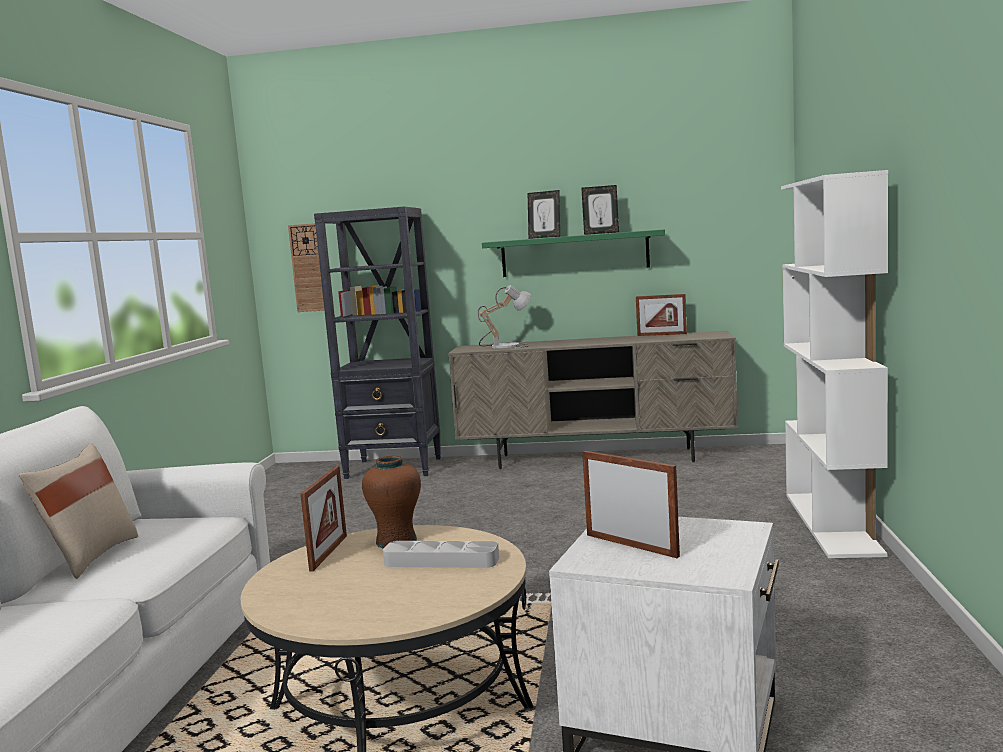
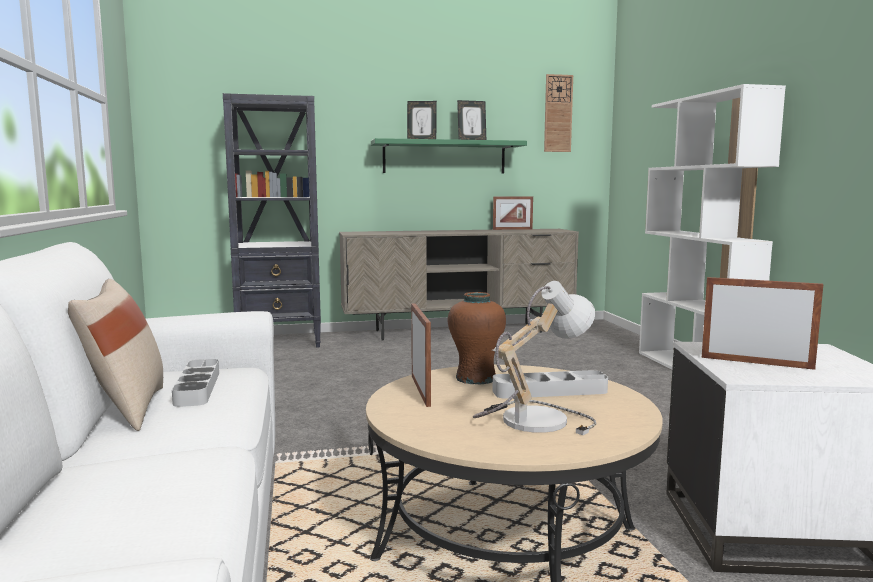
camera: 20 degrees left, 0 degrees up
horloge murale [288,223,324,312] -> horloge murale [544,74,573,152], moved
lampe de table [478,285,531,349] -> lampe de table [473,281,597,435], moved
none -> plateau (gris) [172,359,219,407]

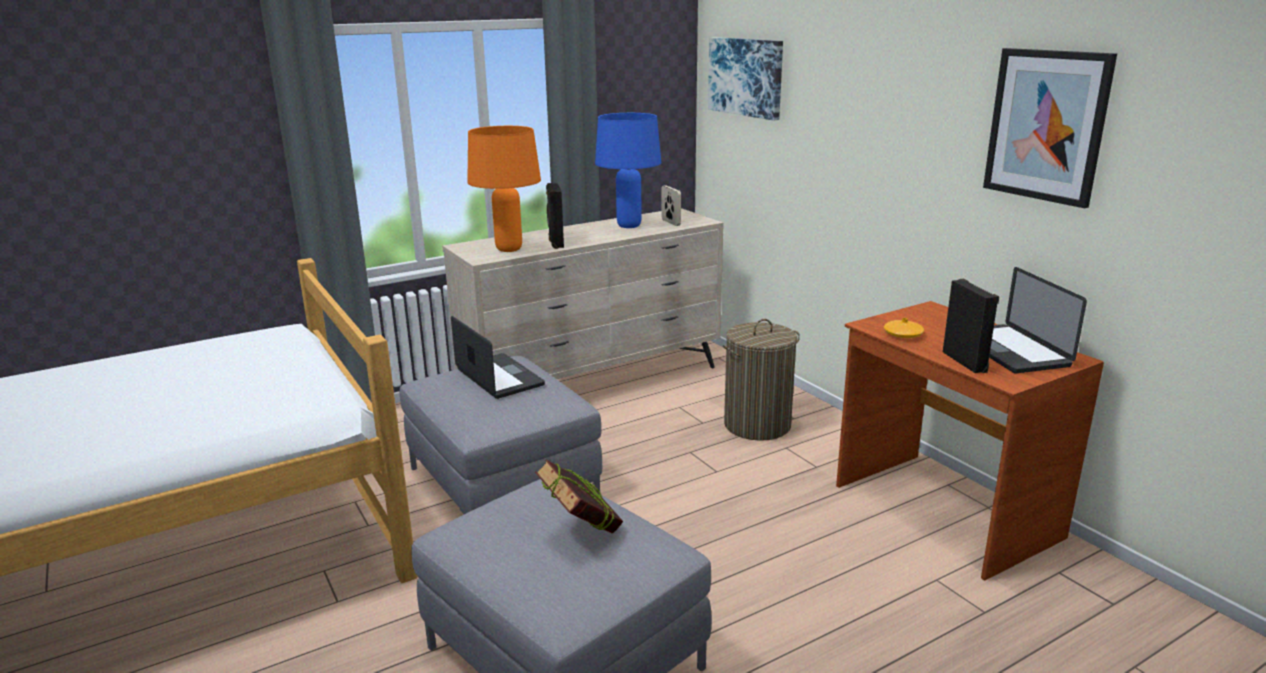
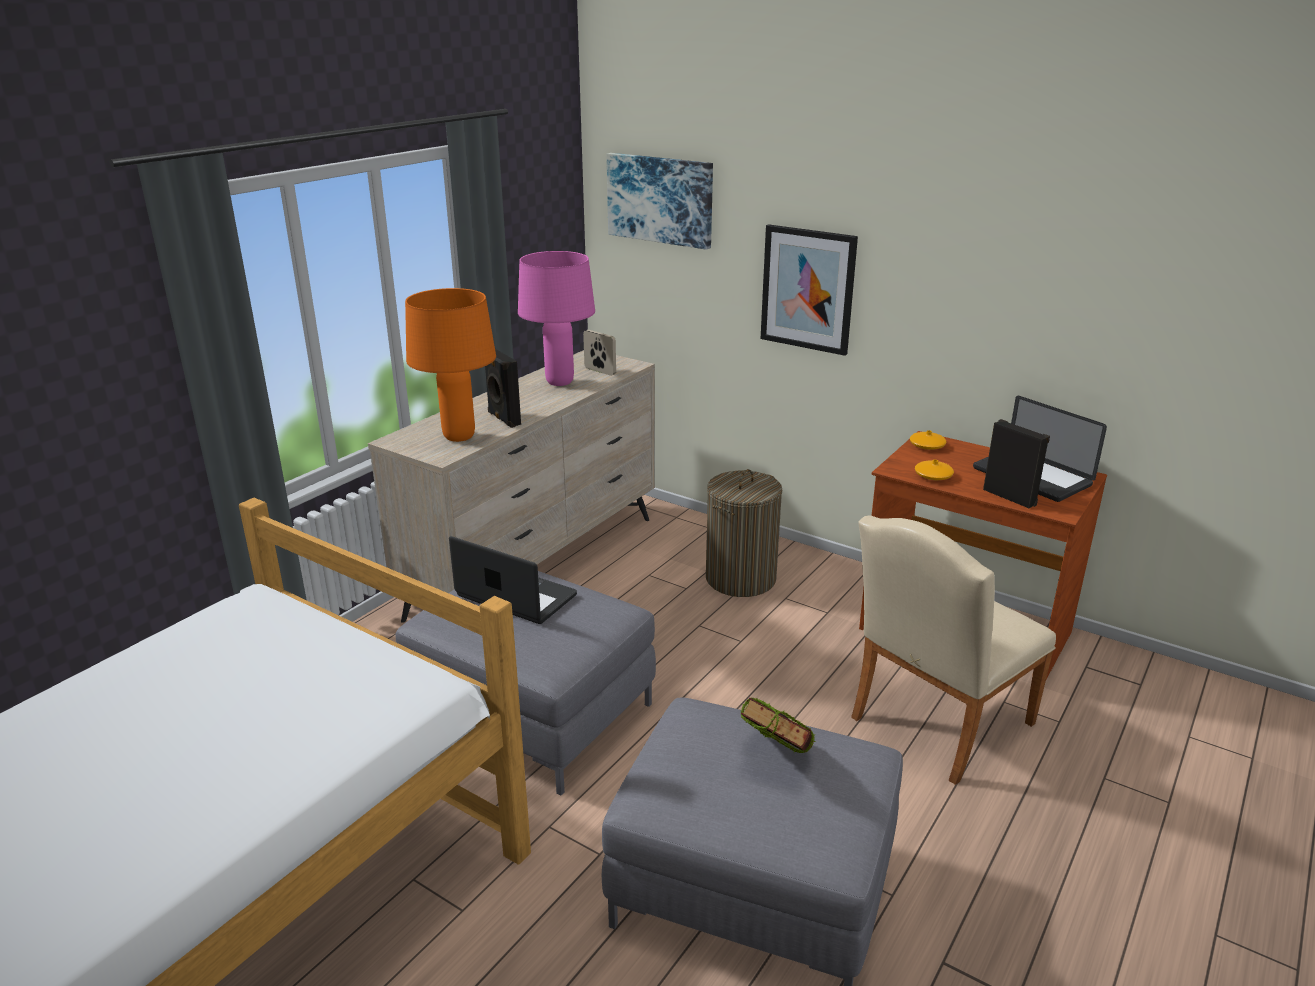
camera: 25 degrees left, 5 degrees up
tableau [983,48,1117,208] -> tableau [760,224,858,356], moved
lampe de table (bleu) [595,113,661,228] -> lampe de table (rose) [518,251,595,386]
none -> vase (orange) [910,430,946,450]
none -> chaise (beige) [851,515,1056,785]

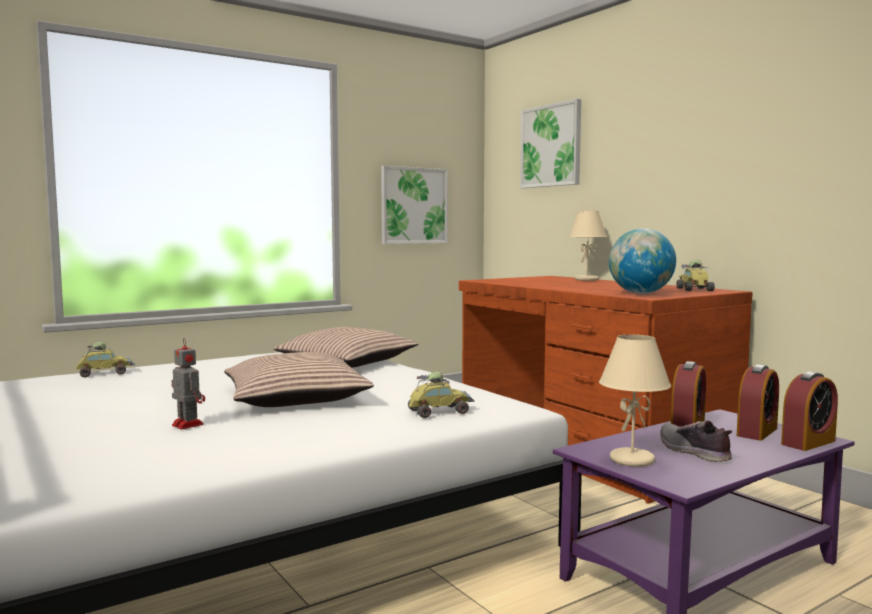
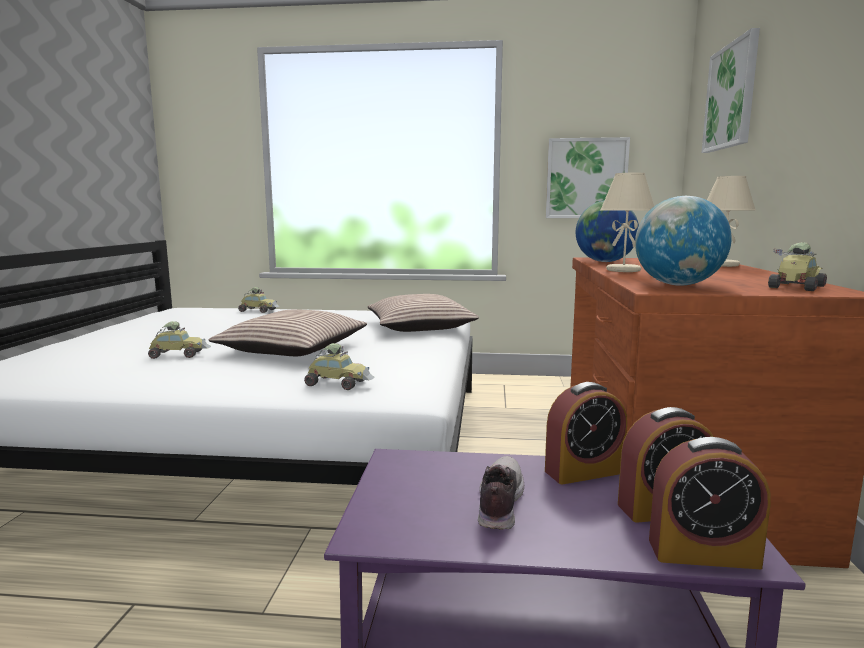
camera: 40 degrees right, 5 degrees up
lampe de table (beige) [599,335,671,467] -> lampe de table (beige) [600,173,654,272], moved
robot jouet [171,338,205,430] -> petite voiture [148,321,211,359]
none -> globe [576,201,639,262]

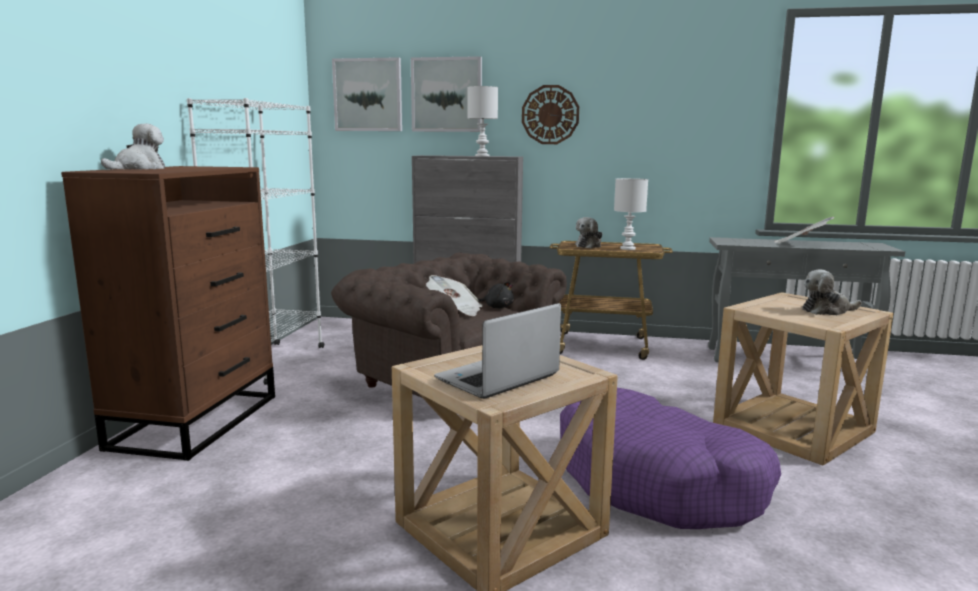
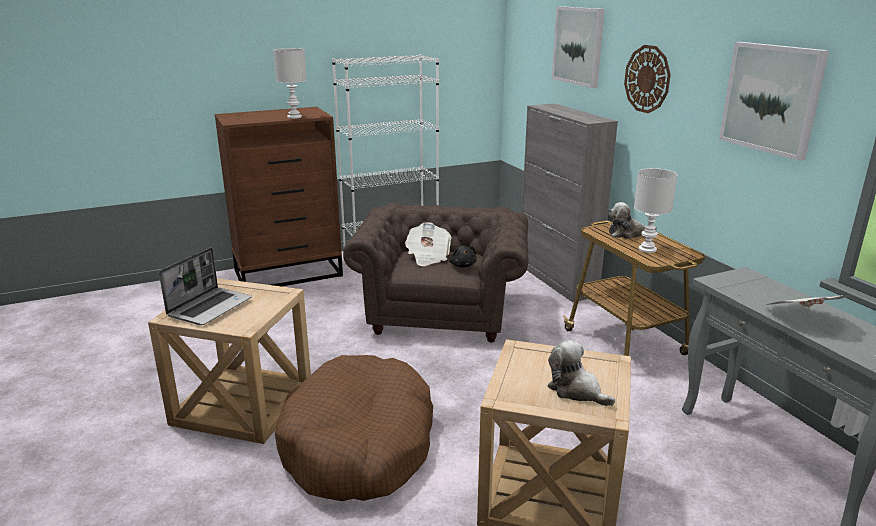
camera: 55 degrees right, 10 degrees up
tableau [332,57,402,131] -> tableau [719,42,829,161], moved
lampe de table (blanc) [467,86,498,156] -> lampe de table (blanc) [273,48,307,119], moved
peluche [101,124,165,170] -> none
ordinateur portable [434,303,561,399] -> ordinateur portable [159,247,252,325], 105 degrees clockwise
panier pour chien (violet) [560,388,781,529] -> panier pour chien (marron) [275,355,433,501]

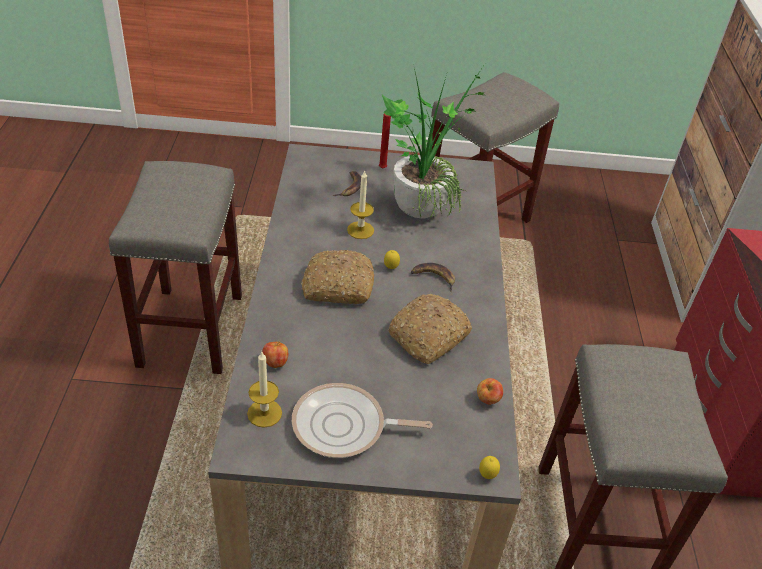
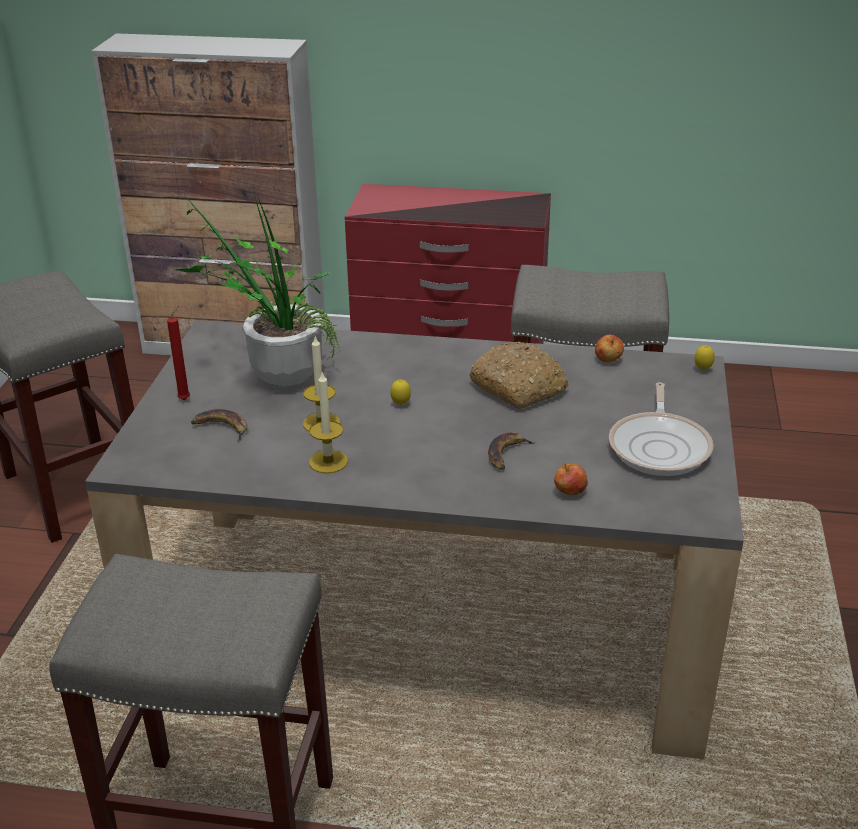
camera: 80 degrees left, 10 degrees down
pain [301,250,374,304] -> none
banane [411,263,455,292] -> banane [488,432,536,470], moved
bougie [247,352,282,428] -> bougie [309,372,348,473], moved

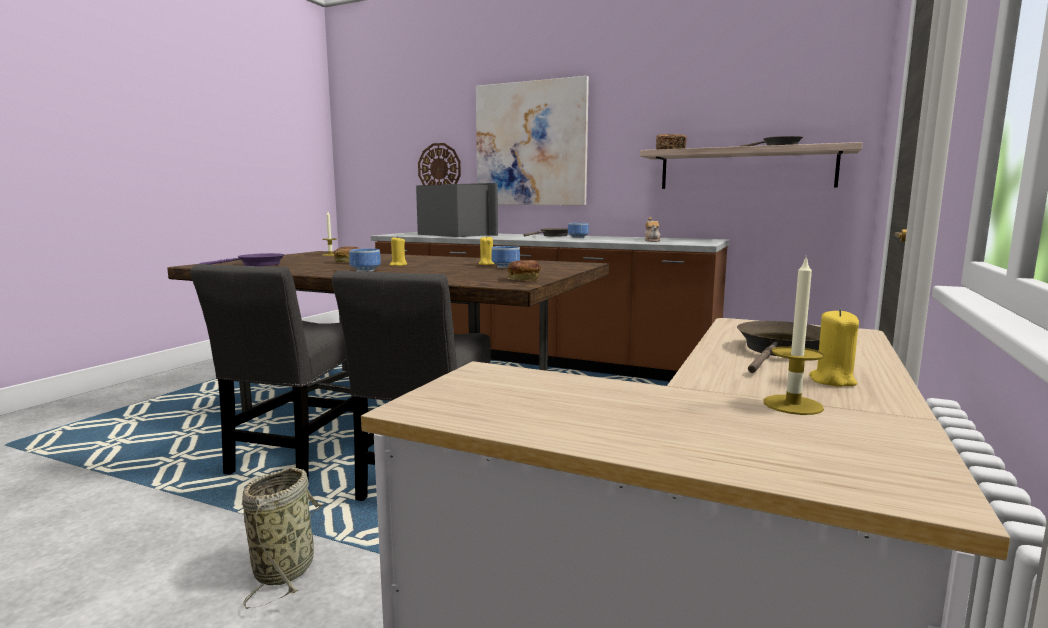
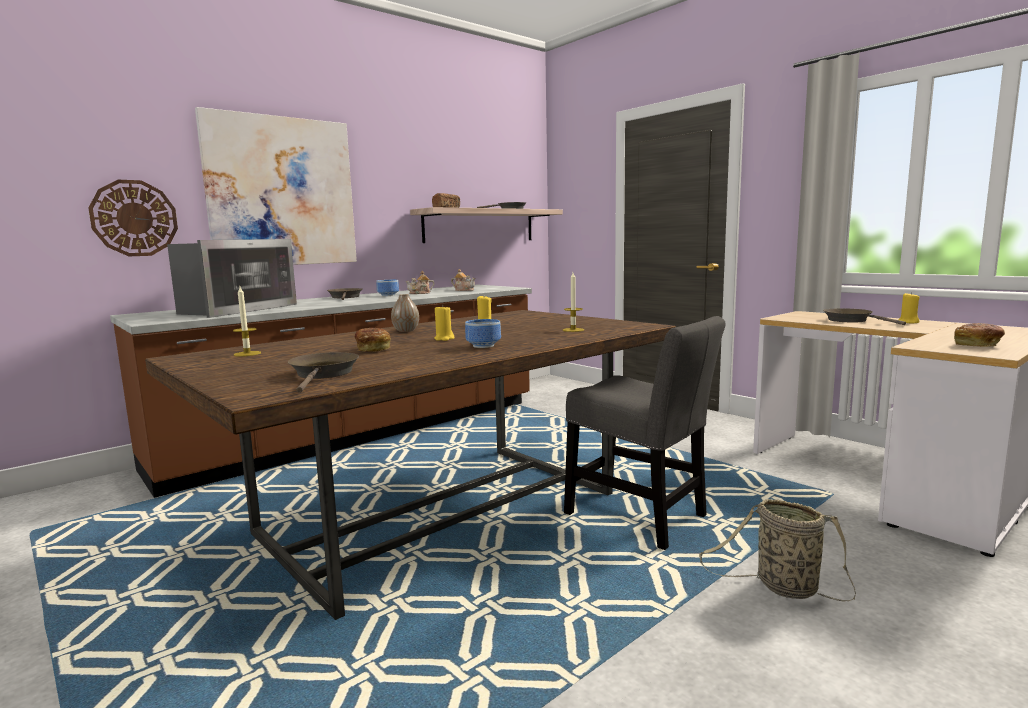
camera: 65 degrees left, 0 degrees up
micro-ondes [416,183,498,237] -> micro-ondes [167,239,297,318], 135 degrees clockwise
bol [492,246,520,268] -> none
poêle (violet) [200,253,284,266] -> poêle (marron) [288,352,359,393]
bougie [764,255,824,415] -> bougie [563,272,584,332], moved
pain [507,260,541,281] -> pain [954,323,1005,347], moved
chaise (gris) [190,264,353,477] -> none
none -> théière [405,271,434,294]
none -> vase [391,294,419,332]

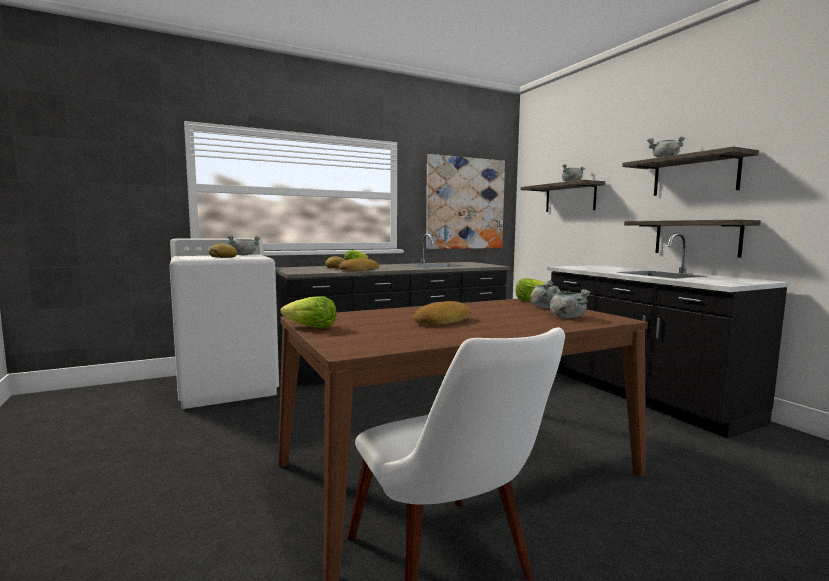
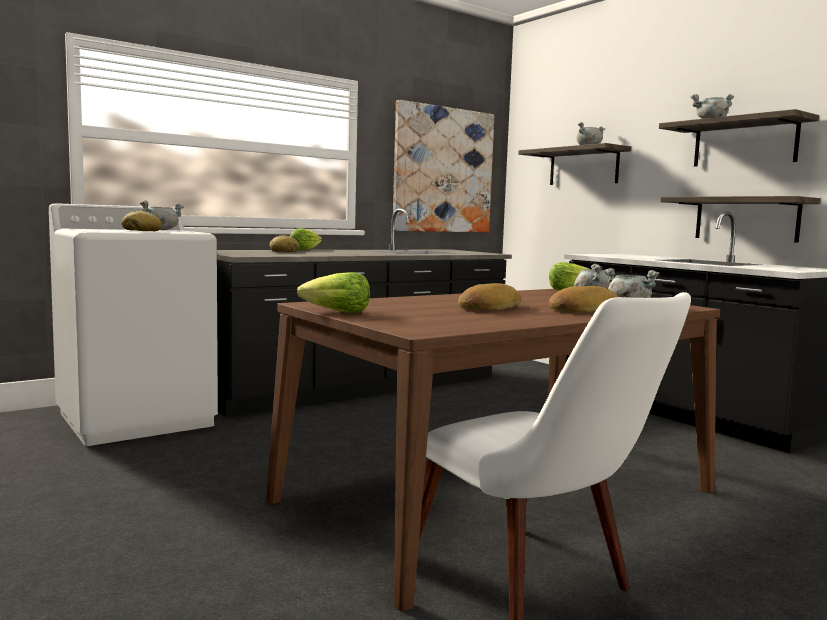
camera: 10 degrees left, 0 degrees up
pain [339,259,379,271] -> pain [549,286,618,312], moved

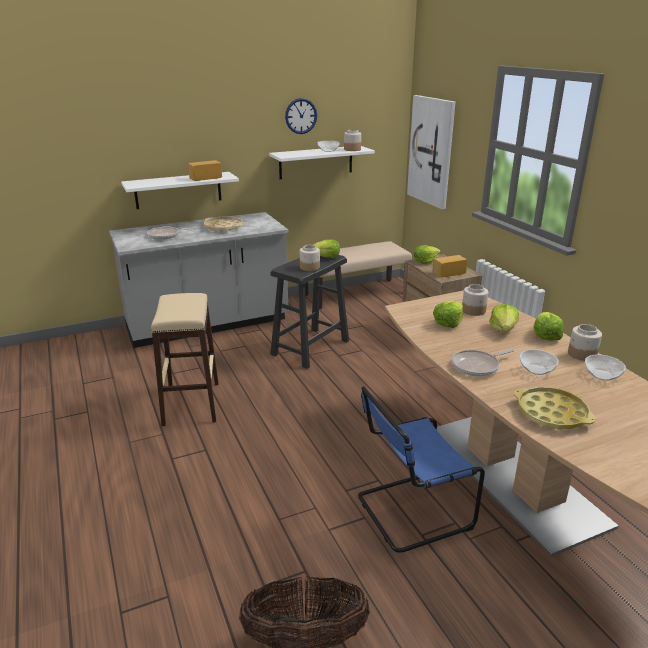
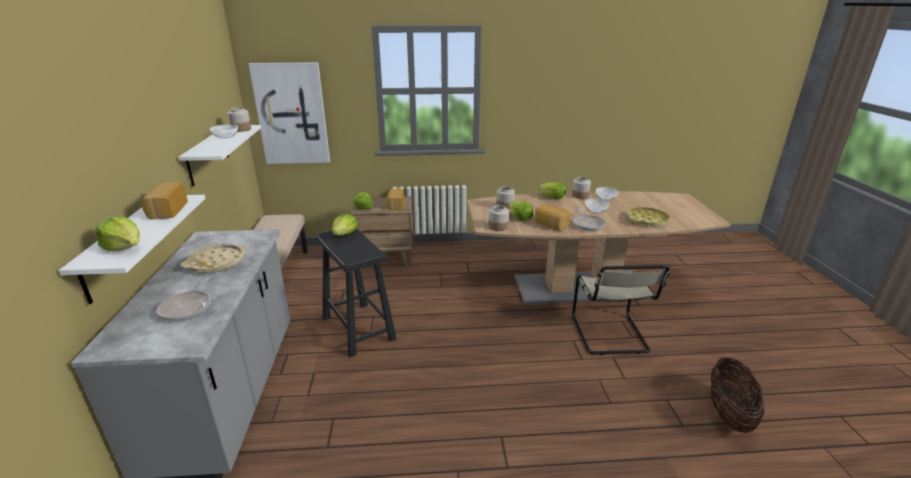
camera: 70 degrees left, 0 degrees up
horloge murale [285,98,317,134] -> none
bocal [300,245,320,271] -> bocal [489,205,509,231], moved
tabouret (beige) [151,293,218,426] -> none
laitue [489,304,519,332] -> laitue [95,216,140,251], moved
chaise (bleu) [358,386,485,553] -> chaise (beige) [572,265,670,355]
none -> pain [535,204,571,231]

